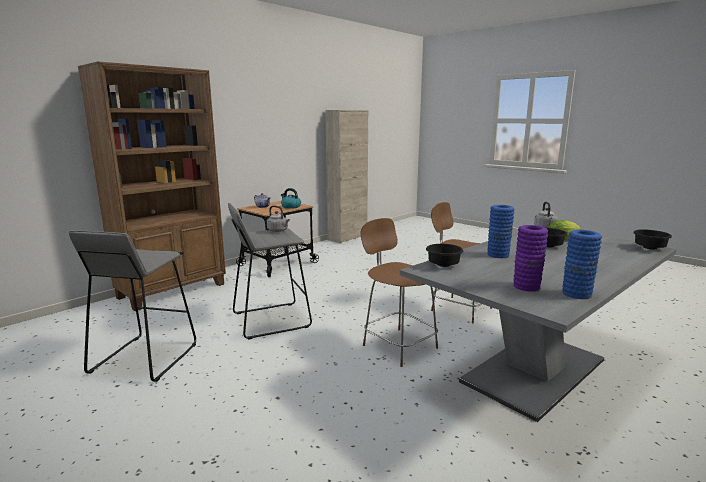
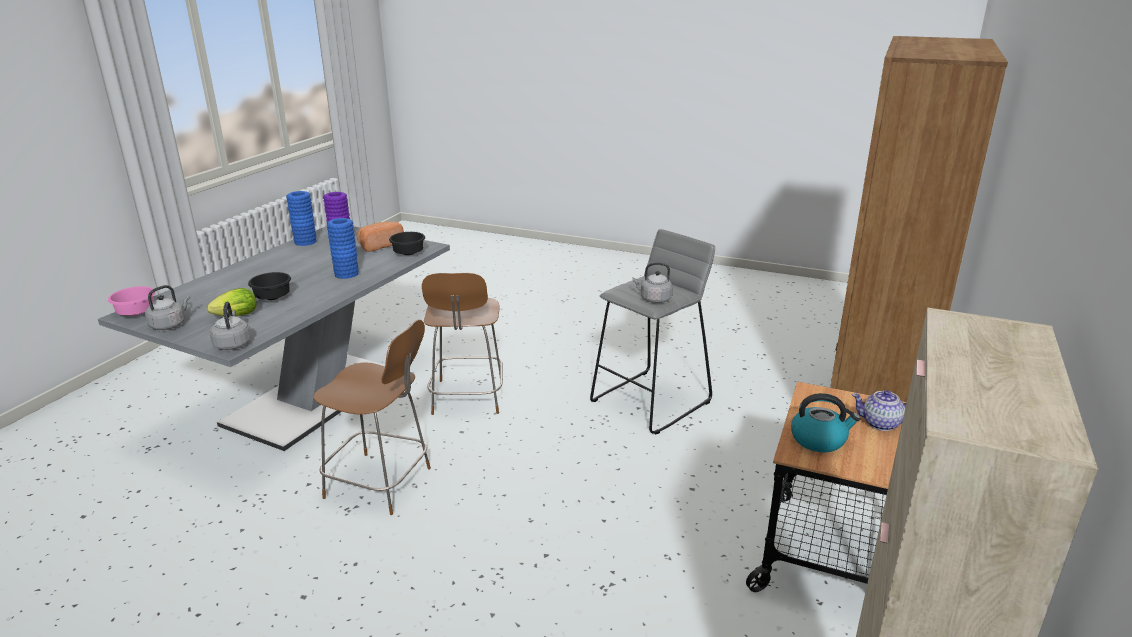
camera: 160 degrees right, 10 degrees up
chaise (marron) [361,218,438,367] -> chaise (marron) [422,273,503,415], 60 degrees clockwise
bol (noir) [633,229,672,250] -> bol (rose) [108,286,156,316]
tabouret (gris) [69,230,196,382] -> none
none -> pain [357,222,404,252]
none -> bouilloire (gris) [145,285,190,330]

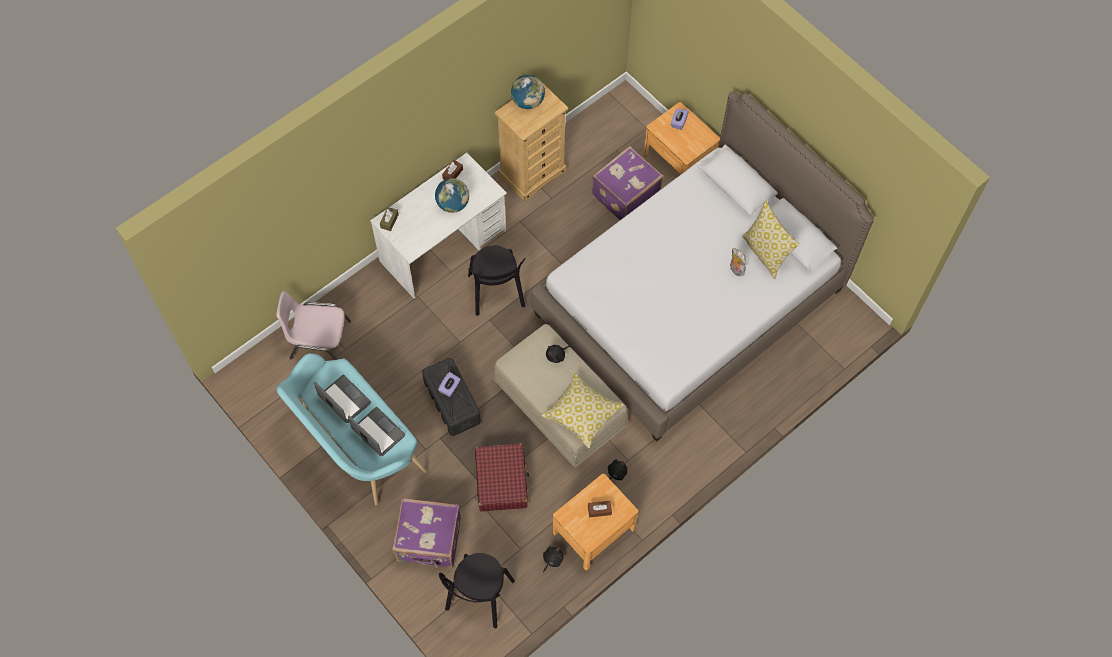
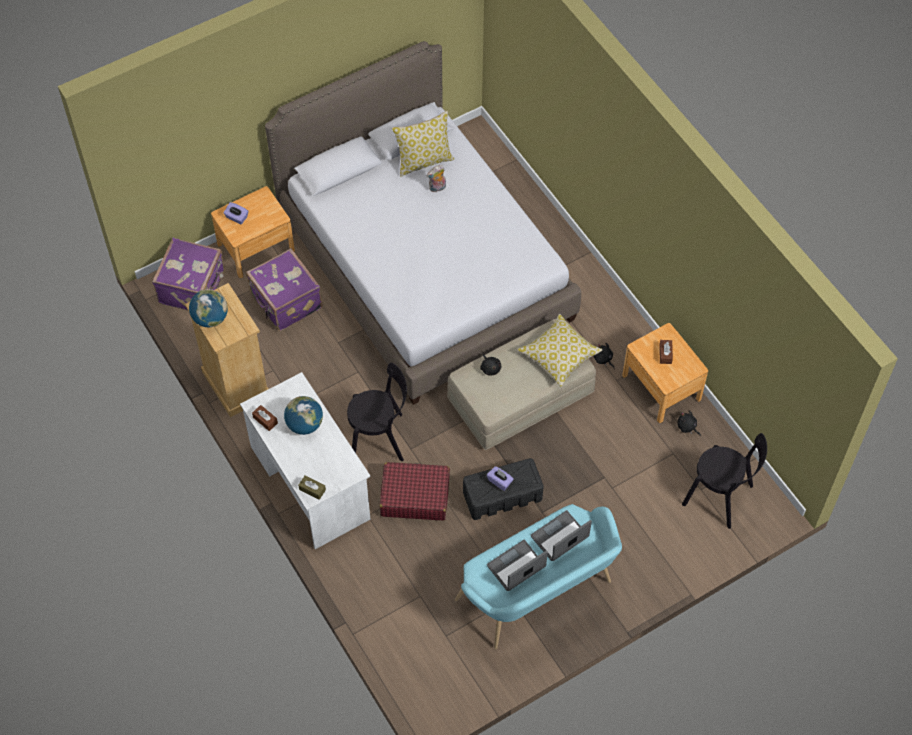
camera: 80 degrees left, 5 degrees down
chaise (rose) [276,291,351,360] -> none
valise (rouge) [475,443,529,512] -> valise (rouge) [380,462,450,520], moved
valise (violet) [392,498,461,569] -> valise (violet) [152,238,225,310], moved

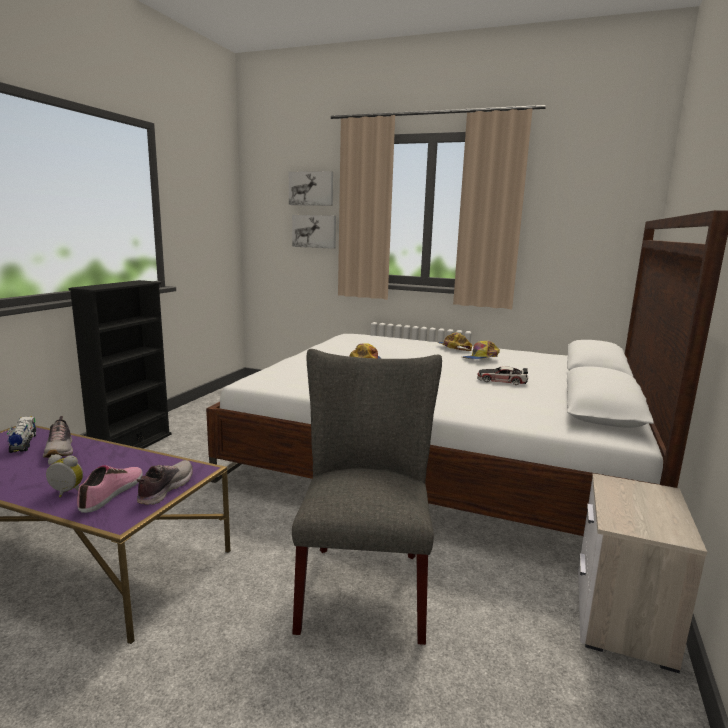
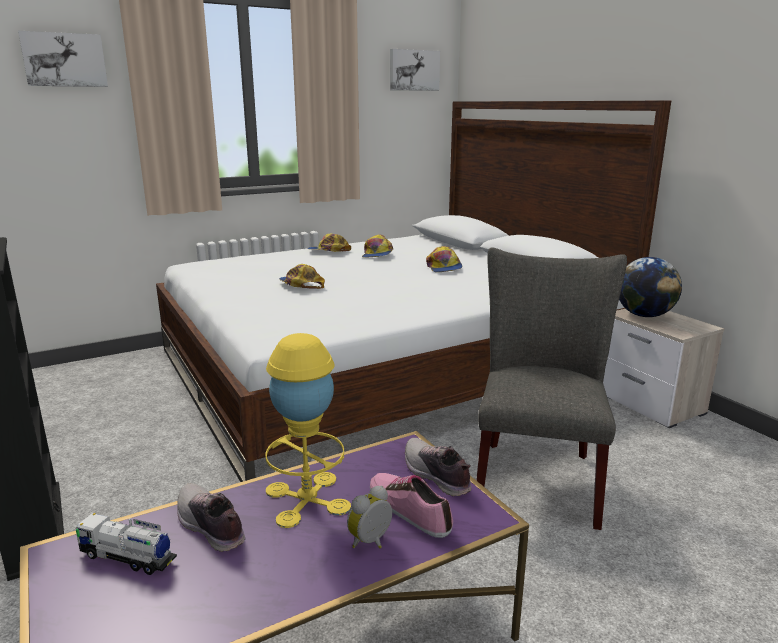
camera: 50 degrees left, 5 degrees up
tableau [292,215,336,249] -> tableau [390,49,440,91], moved
chaise (gris) [292,349,442,645] -> chaise (gris) [476,247,627,530], 60 degrees clockwise
petite voiture [477,366,528,385] -> casquette [426,246,462,272]
chaussure [43,416,73,458] -> chaussure [177,483,245,552], 150 degrees counterclockwise
none -> globe [619,257,682,317]
none -> lampe de table (jaune) [265,333,351,528]

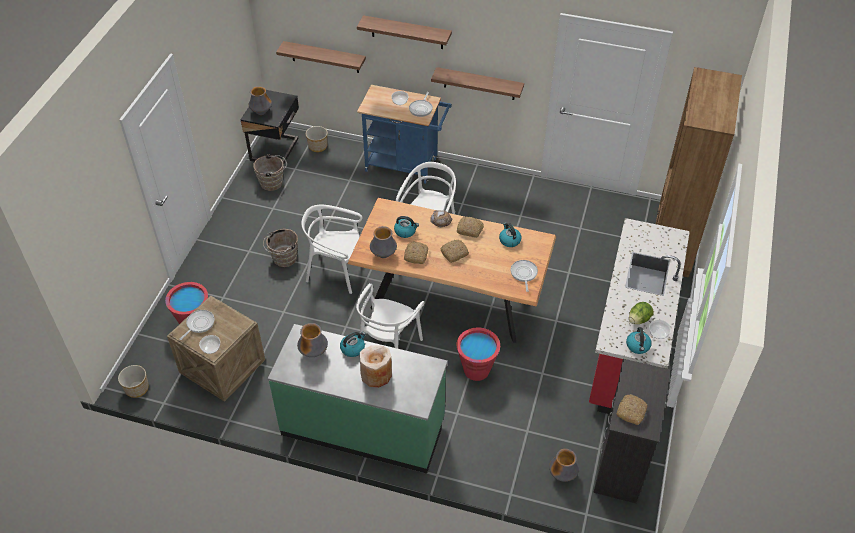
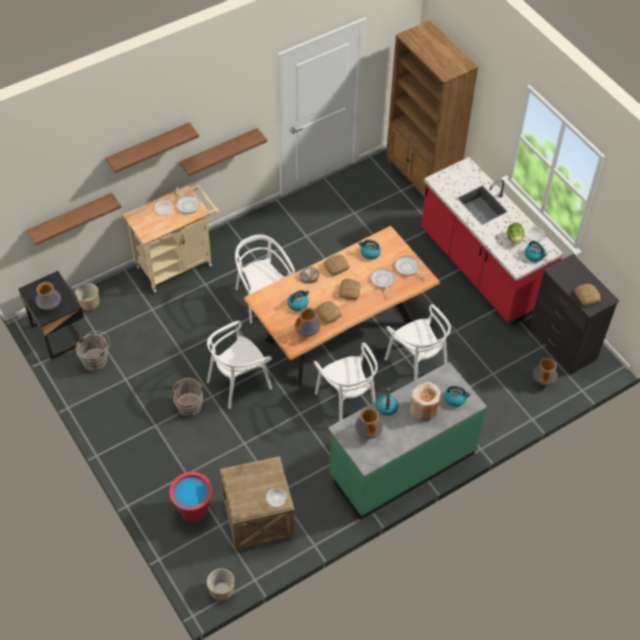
camera: 50 degrees left, 5 degrees up
chariot (bleu) [357,85,452,184] -> chariot (beige) [123,185,219,293]
poêle [180,310,214,340] -> poêle [371,268,395,297], moved
seau (rouge) [457,328,500,381] -> chaise (blanc) [385,304,451,381]
none -> bouilloire [444,386,471,407]

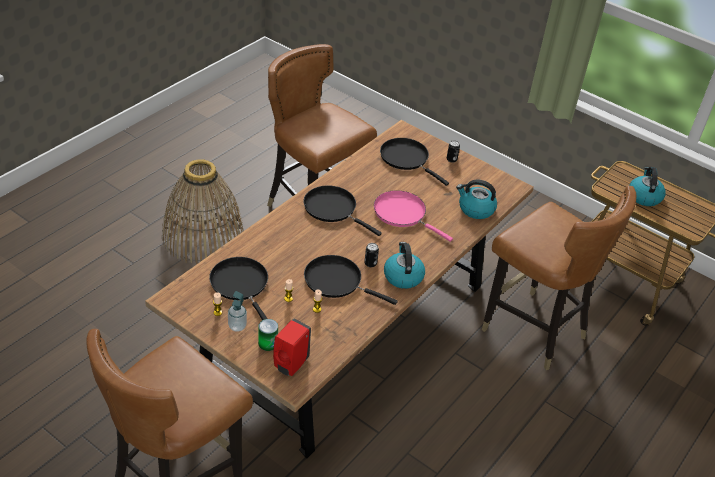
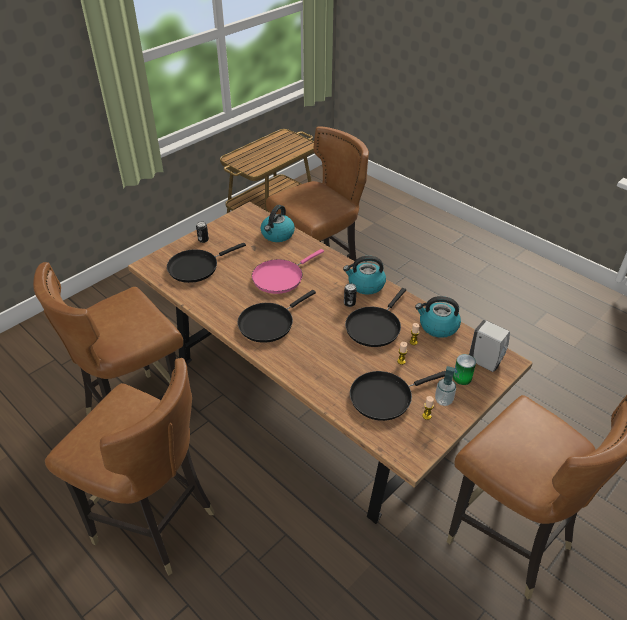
camera: 80 degrees left, 0 degrees up
panier [162,159,243,264] -> chaise (marron) [45,358,215,576]
bouilloire [629,167,666,206] -> bouilloire [415,296,461,338], moved
distributeur de savon (rouge) [273,319,311,376] -> distributeur de savon (blanc) [469,320,510,372]

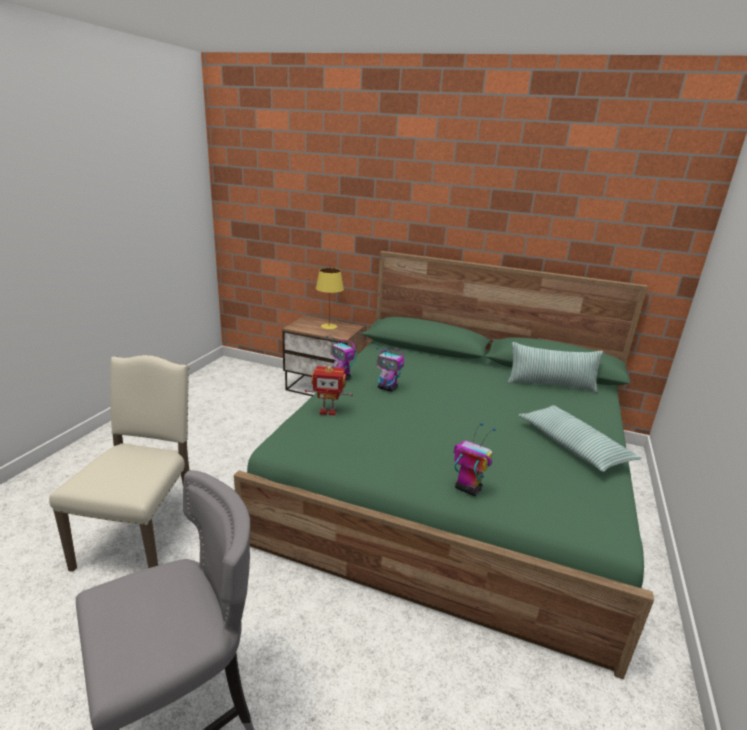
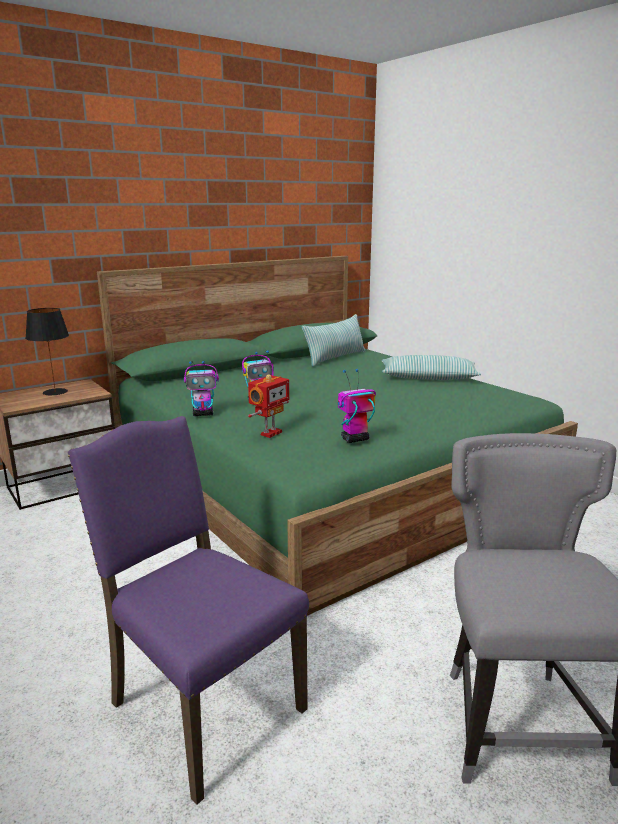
camera: 55 degrees left, 5 degrees down
lampe de table (jaune) [316,268,344,329] -> lampe de table (noir) [25,308,69,395]
chaise (beige) [49,355,190,572] -> chaise (violet) [68,416,309,805]
robot jouet [454,423,496,496] -> robot jouet [338,369,376,443], moved

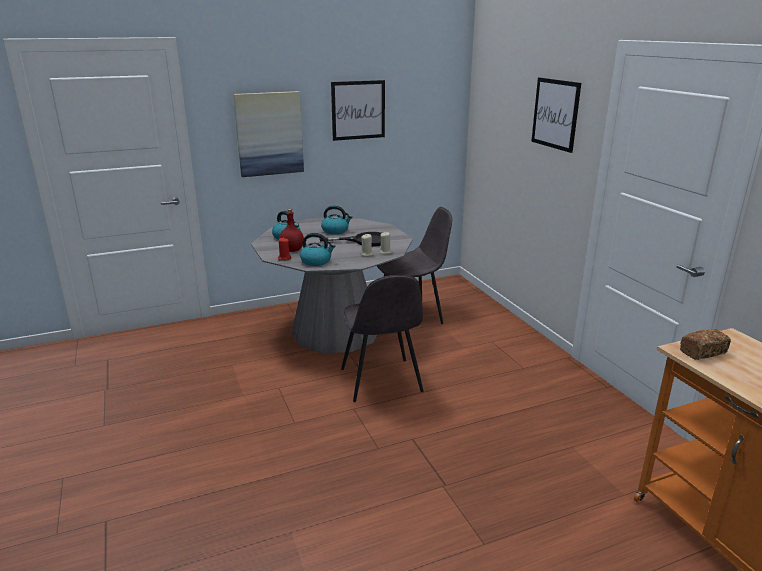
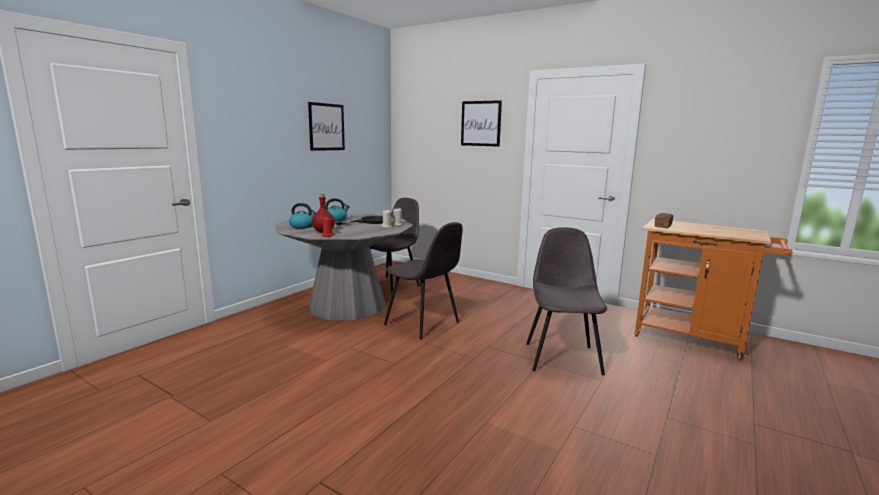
camera: 35 degrees left, 10 degrees down
tableau [233,91,304,177] -> none
bouilloire [300,233,335,266] -> none
none -> chaise (gris) [526,228,607,375]

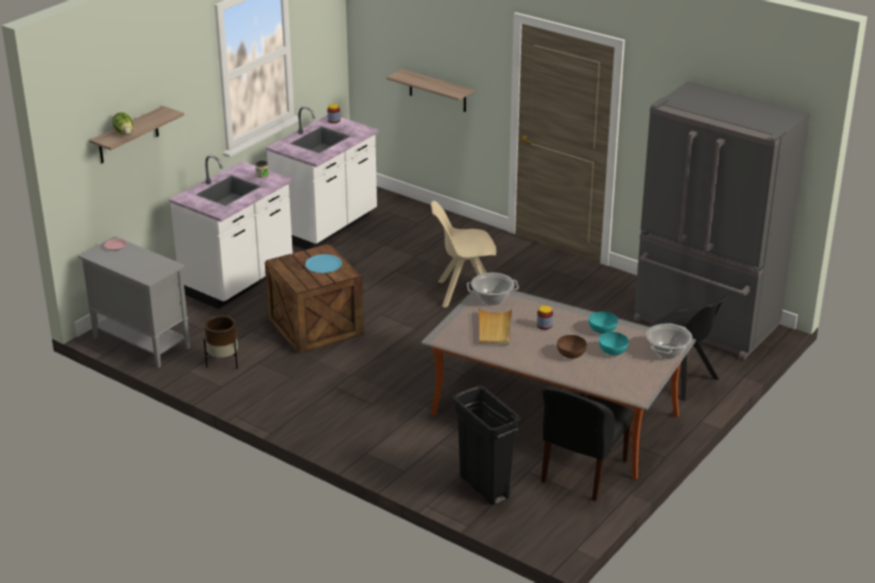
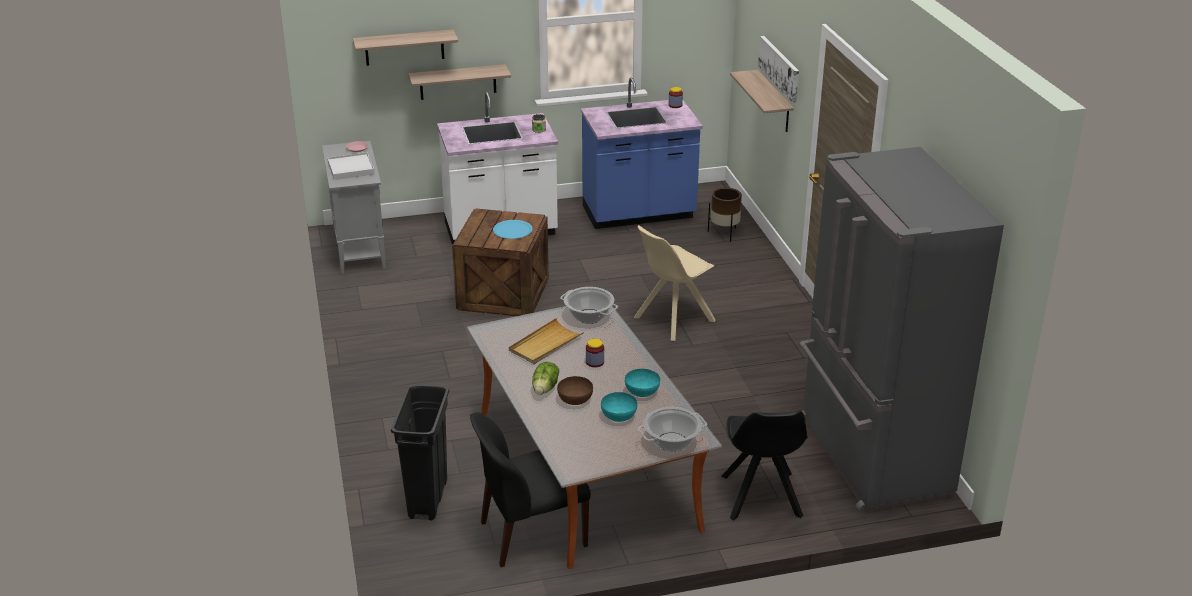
camera: 40 degrees right, 0 degrees up
comptoir de cuisine (blanc) [266,106,379,250] -> comptoir de cuisine (bleu) [581,78,703,229]
laitue [112,112,133,135] -> laitue [532,362,559,395], moved
chaise (beige) [431,201,496,308] -> chaise (beige) [634,225,716,341], 75 degrees counterclockwise
cache-pot (marron) [204,316,238,369] -> cache-pot (marron) [708,188,742,242], moved
none -> tableau [758,36,799,103]
none -> étagère [408,64,511,100]
none -> plateau (blanc) [327,152,375,180]

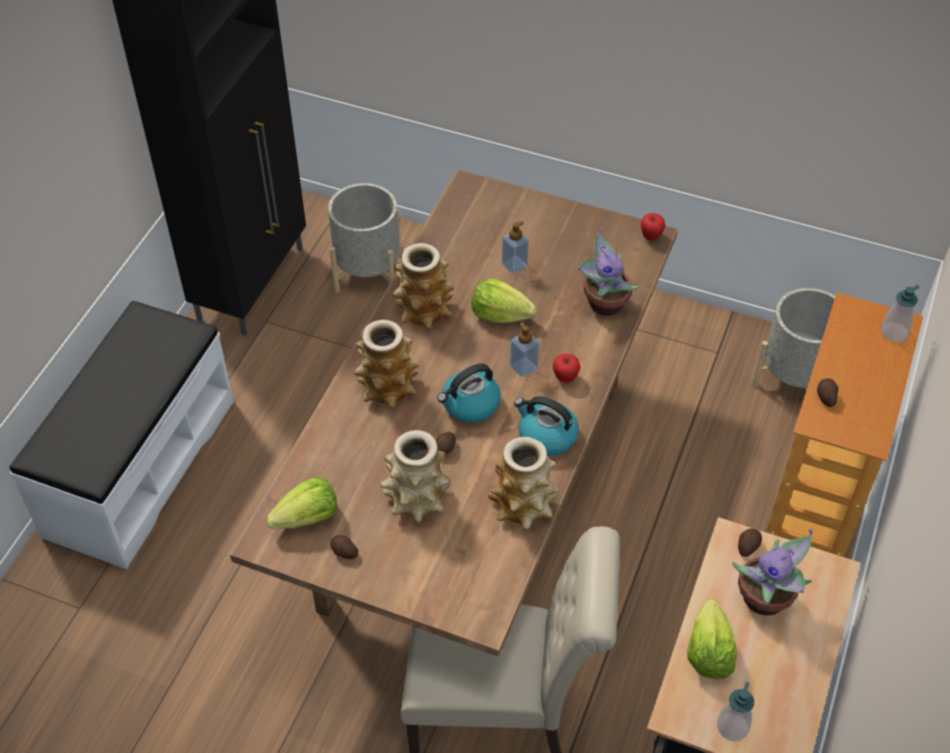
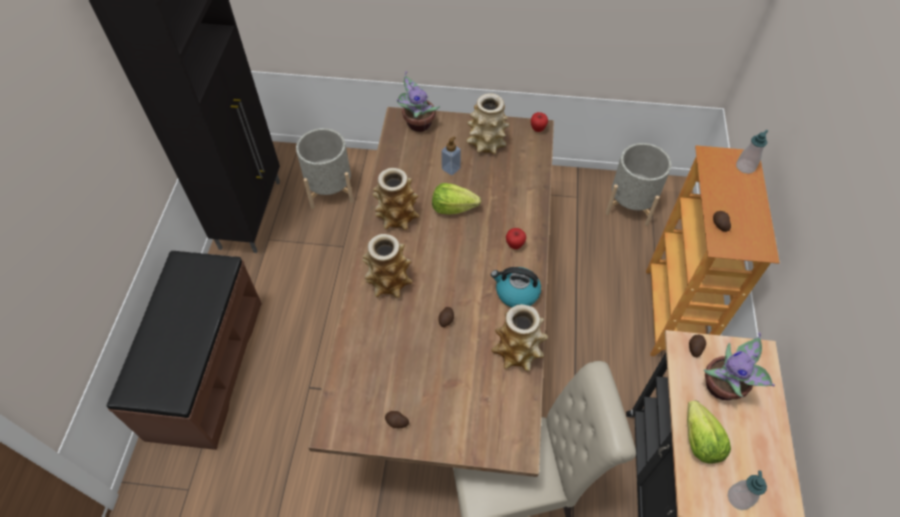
camera: 15 degrees left, 5 degrees up
plante en pot [578,227,640,316] -> plante en pot [397,71,441,132], moved
banc (blanc) [10,301,234,569] -> banc (marron) [107,251,262,450]
distributeur de savon [510,322,539,377] -> none
bouilloire [437,364,501,423] -> none
vase [380,430,451,522] -> vase [466,93,510,154], moved
laitue [266,477,337,529] -> none

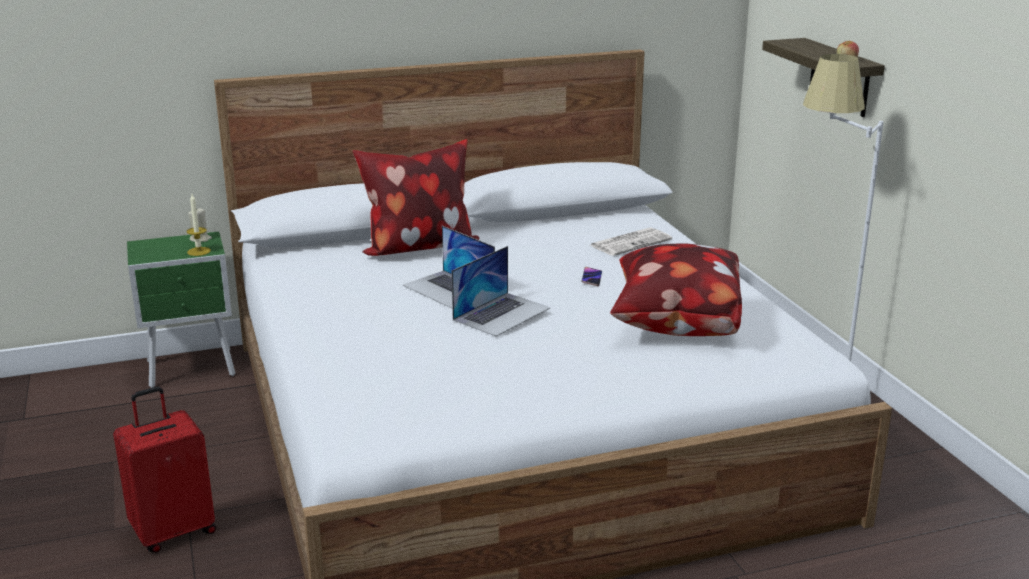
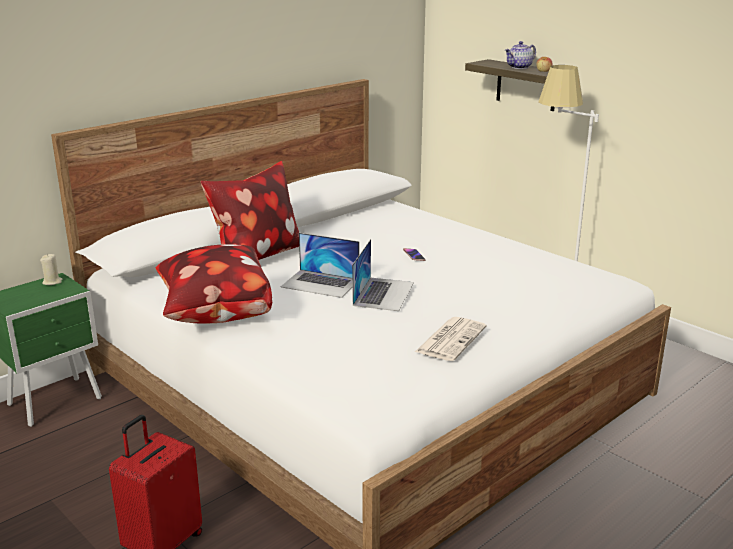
camera: 25 degrees left, 0 degrees up
bougie [186,194,211,256] -> none
journal [590,227,672,256] -> journal [415,317,487,361], moved
coussin [610,244,742,336] -> coussin [156,244,272,324], moved
none -> théière [505,41,536,69]

